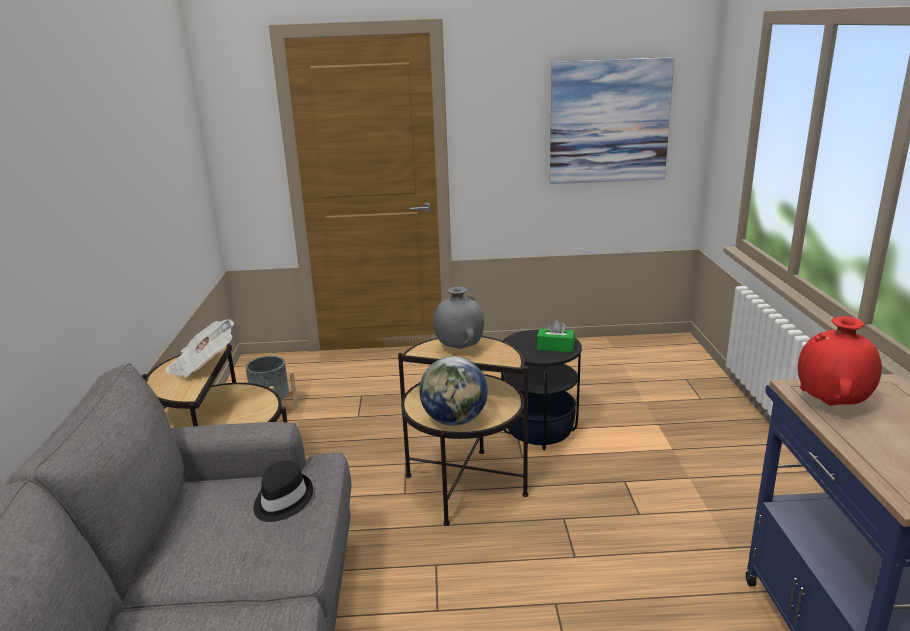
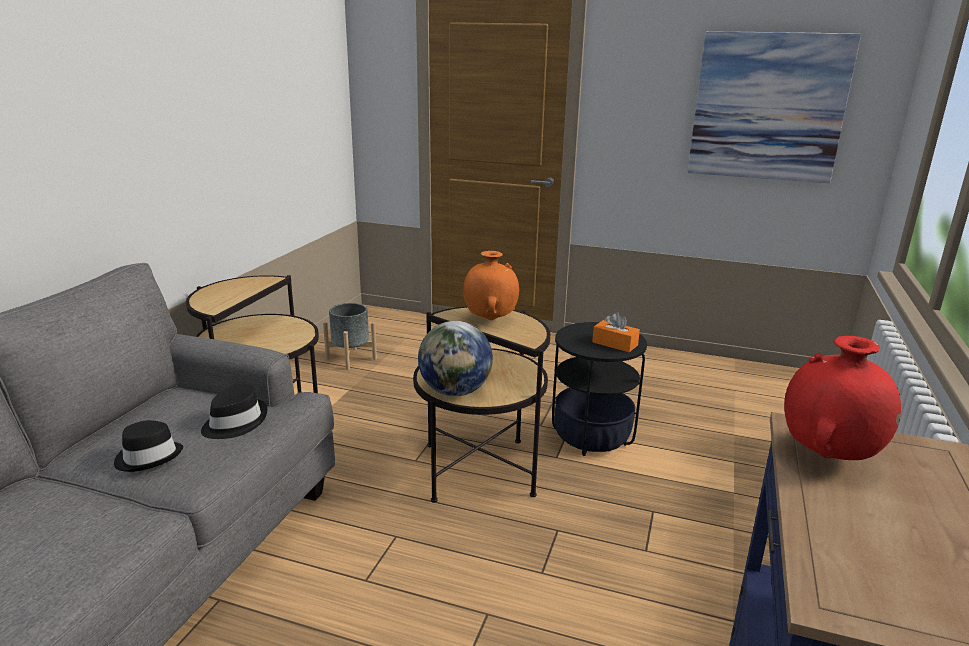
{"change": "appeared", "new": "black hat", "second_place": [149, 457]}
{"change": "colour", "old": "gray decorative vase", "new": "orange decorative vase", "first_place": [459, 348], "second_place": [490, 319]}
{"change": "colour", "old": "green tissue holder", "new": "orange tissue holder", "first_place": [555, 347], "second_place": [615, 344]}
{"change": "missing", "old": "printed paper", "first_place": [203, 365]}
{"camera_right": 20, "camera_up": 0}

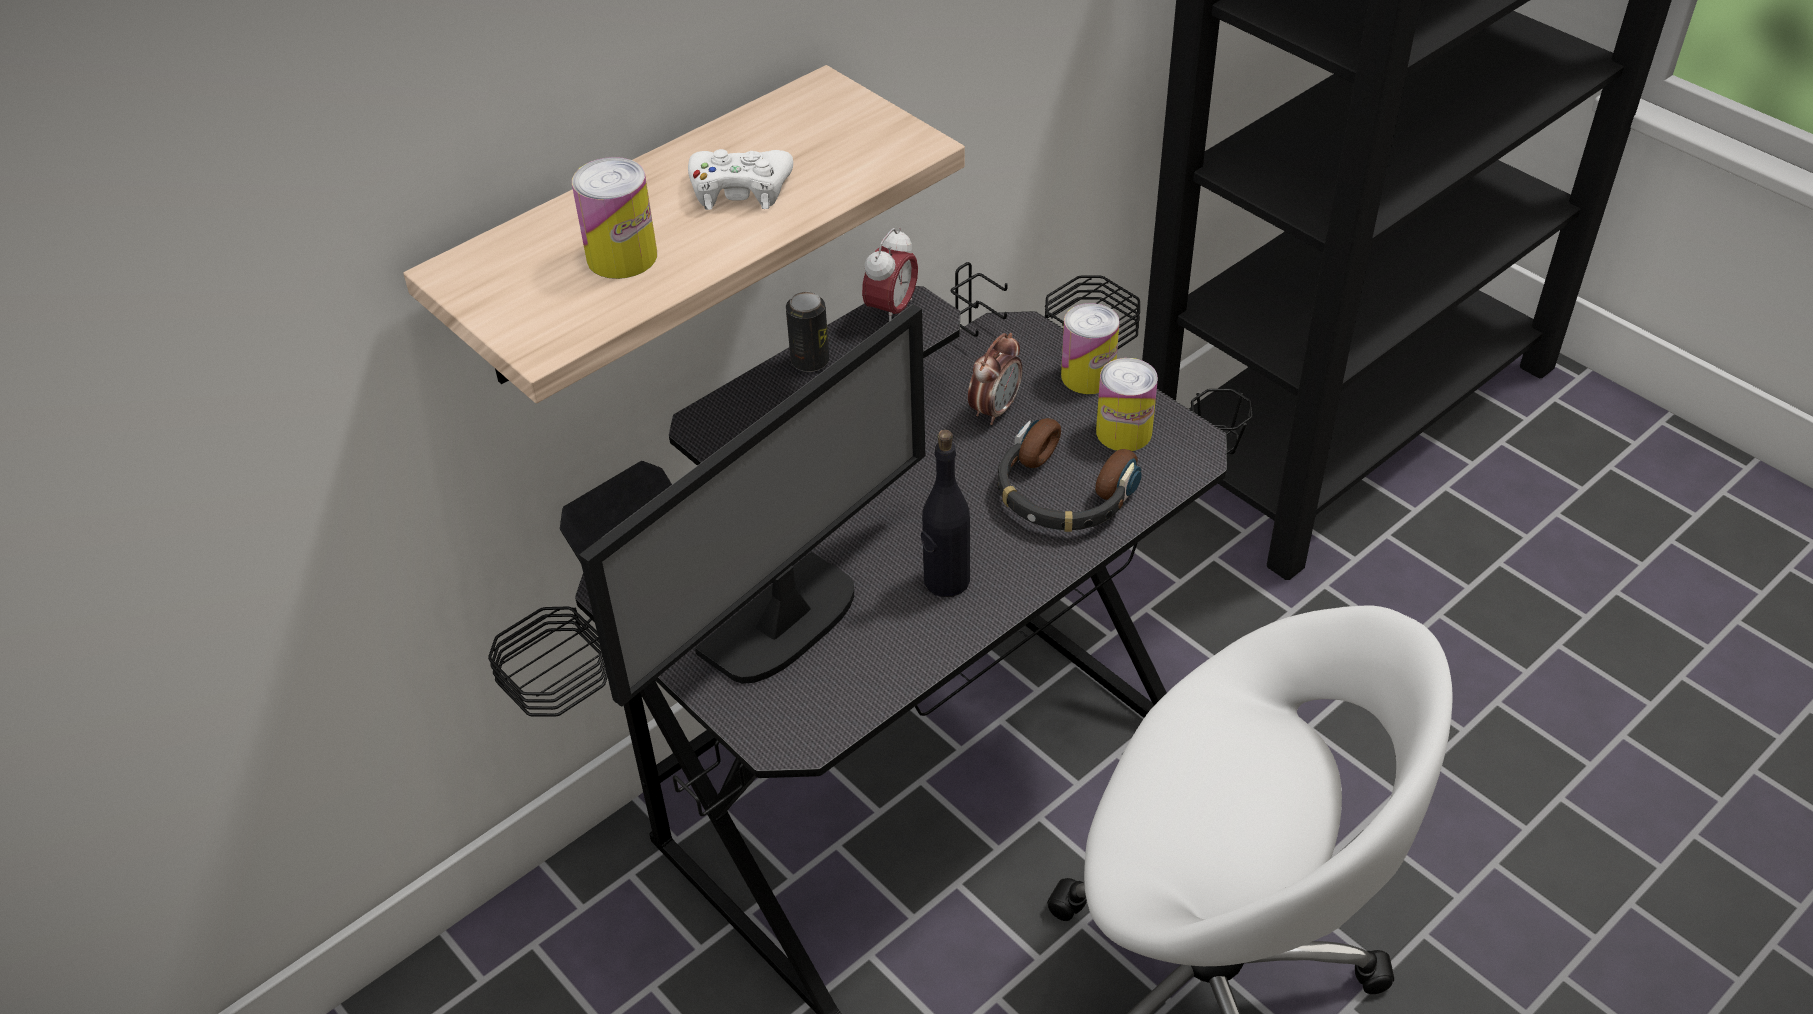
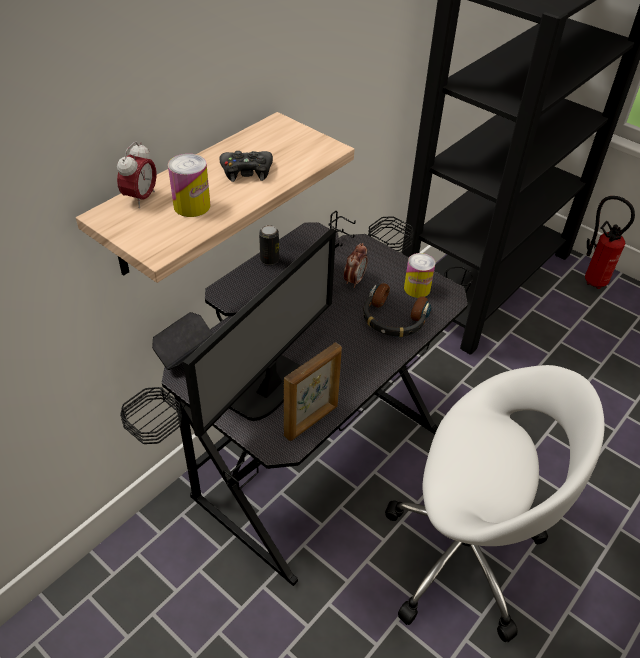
{"change": "relocated", "old": "table clock", "first_place": [891, 310], "second_place": [141, 198]}
{"change": "colour", "old": "white-coloured game controller", "new": "black game controller", "first_place": [740, 190], "second_place": [246, 171]}
{"change": "appeared", "new": "standing frame", "second_place": [312, 421]}
{"change": "appeared", "new": "fire extinguisher", "second_place": [591, 280]}
{"change": "missing", "old": "black drink bottle", "first_place": [946, 581]}
{"change": "missing", "old": "can", "first_place": [1088, 376]}
{"camera_right": -10, "camera_up": 0}

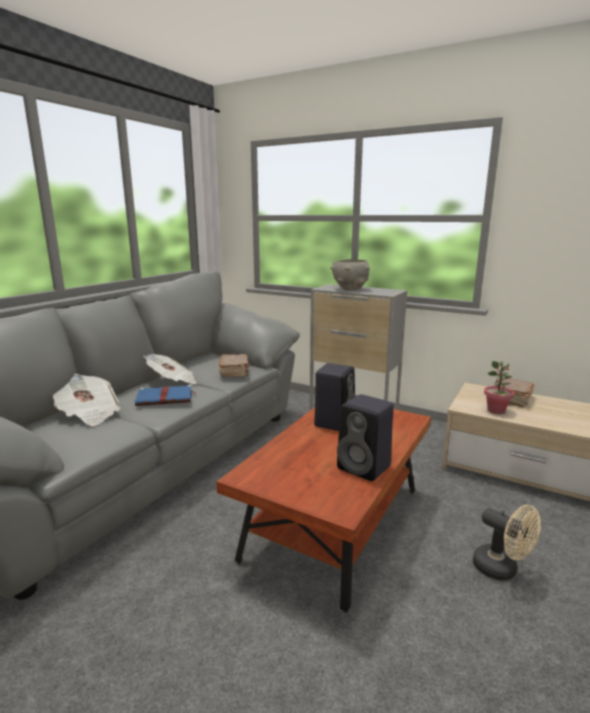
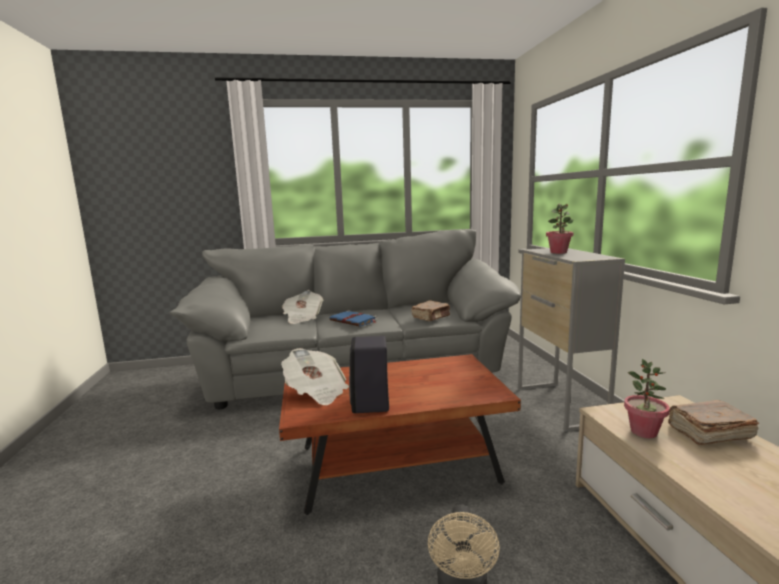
{"change": "relocated", "old": "printed paper", "first_place": [172, 381], "second_place": [316, 392]}
{"change": "exchanged", "old": "gray serving bowl", "new": "houseplant", "first_place": [349, 289], "second_place": [558, 252]}
{"change": "missing", "old": "black loudspeaker", "first_place": [334, 422]}
{"camera_right": 50, "camera_up": -5}

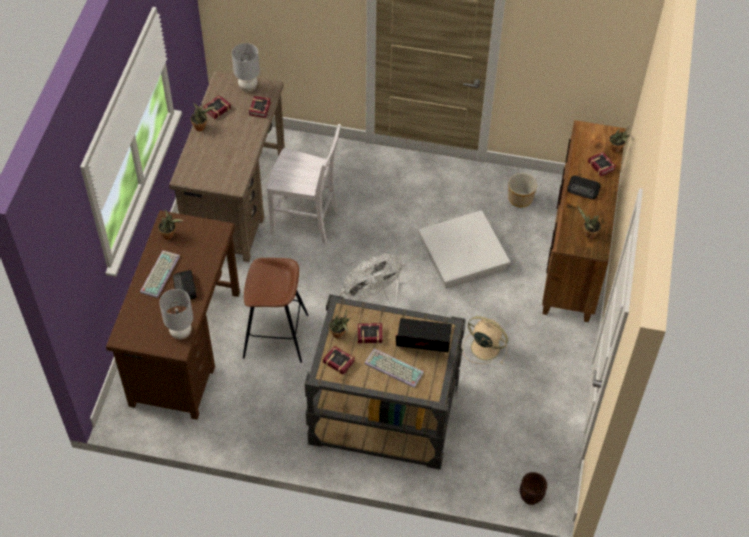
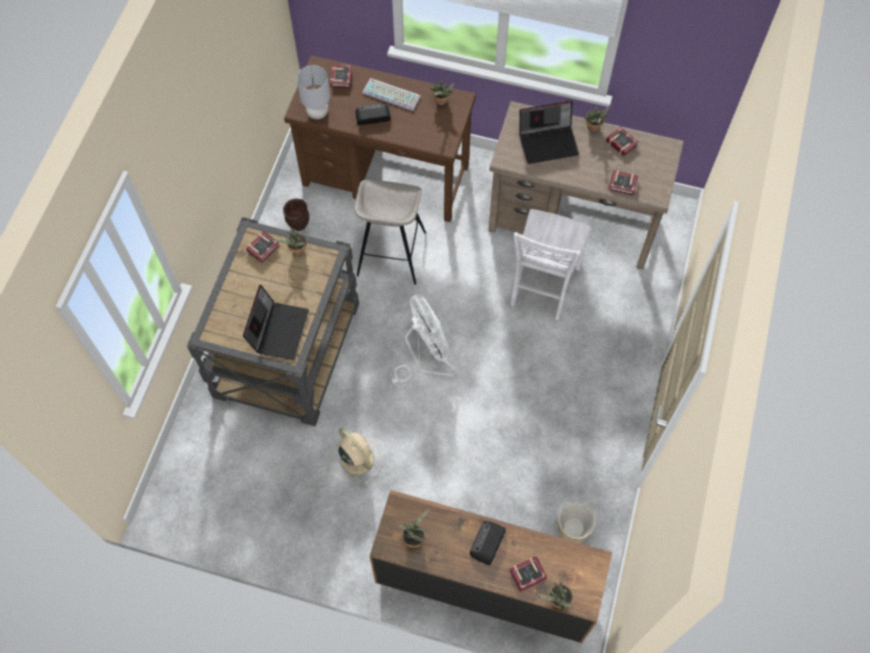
{"change": "relocated", "old": "brownish plant pot", "first_place": [530, 498], "second_place": [298, 224]}
{"change": "relocated", "old": "volume", "first_place": [368, 334], "second_place": [342, 77]}
{"change": "spun", "old": "sand-coloured electric fan", "first_place": [484, 347], "second_place": [356, 458], "degrees": -75}
{"change": "colour", "old": "brownish stool", "new": "gray stool", "first_place": [276, 336], "second_place": [391, 254]}
{"change": "appeared", "new": "laptop", "second_place": [548, 142]}
{"change": "missing", "old": "gray table lamp", "first_place": [248, 87]}
{"change": "missing", "old": "PC keyboard", "first_place": [392, 368]}
{"change": "missing", "old": "white-coloured storage container", "first_place": [463, 254]}
{"camera_right": 95, "camera_up": 10}

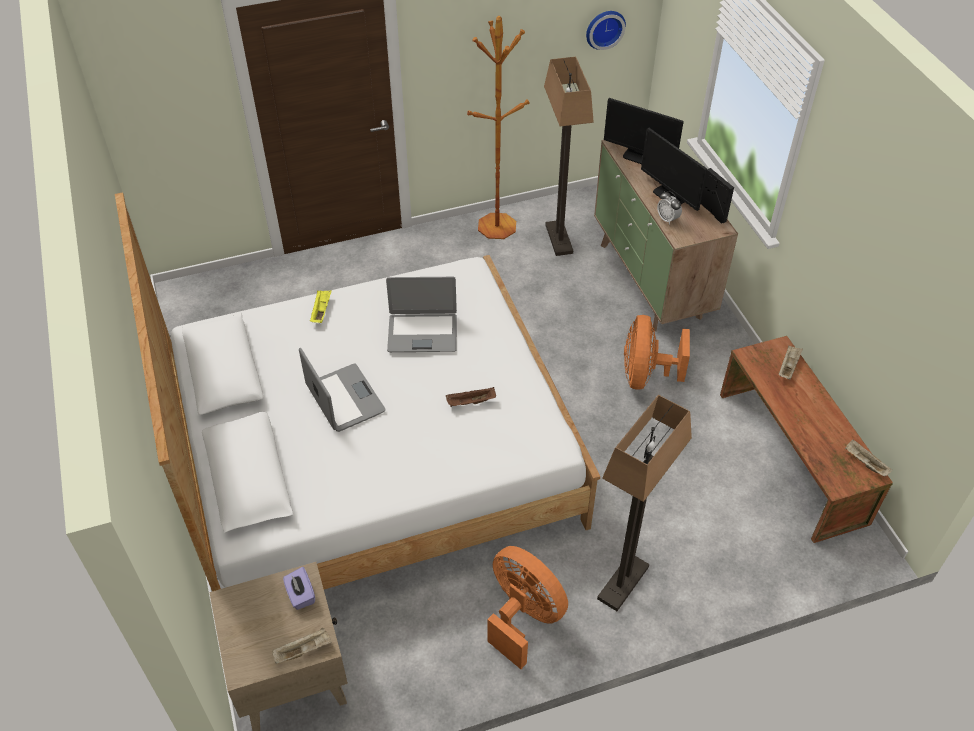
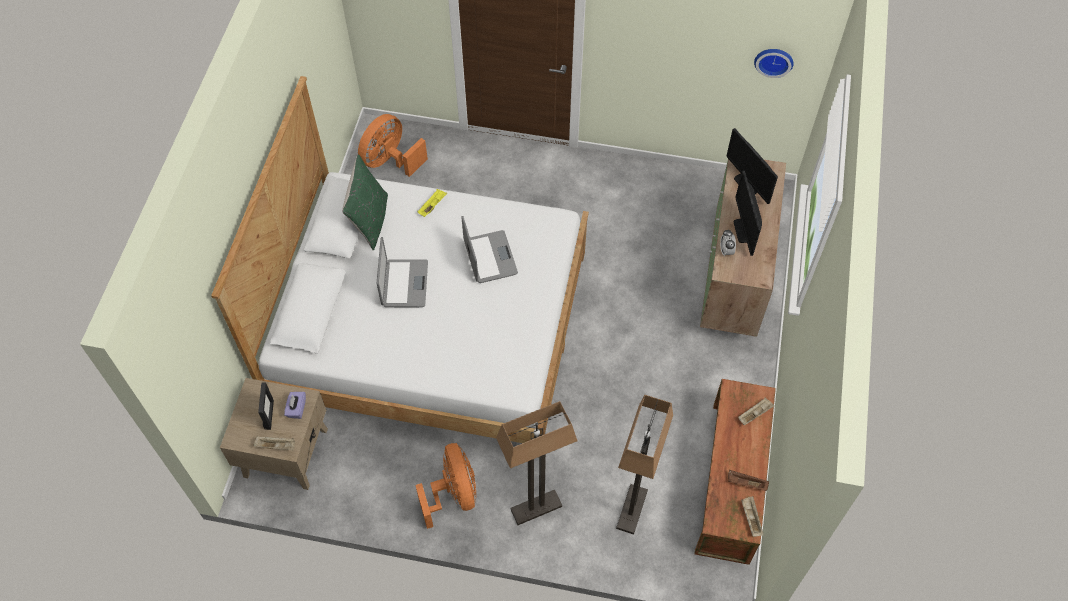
{"change": "relocated", "old": "standing frame", "first_place": [712, 212], "second_place": [269, 415]}
{"change": "appeared", "new": "green cushion", "second_place": [369, 220]}
{"change": "relocated", "old": "orange electric fan", "first_place": [645, 375], "second_place": [390, 161]}
{"change": "spun", "old": "laptop", "first_place": [422, 333], "second_place": [489, 257], "degrees": -135}
{"change": "relocated", "old": "floor lamp", "first_place": [559, 239], "second_place": [632, 510]}
{"change": "relocated", "old": "brownish carrying tray", "first_place": [470, 402], "second_place": [746, 483]}
{"change": "missing", "old": "orange garment rack", "first_place": [497, 226]}
{"camera_right": 30, "camera_up": 10}

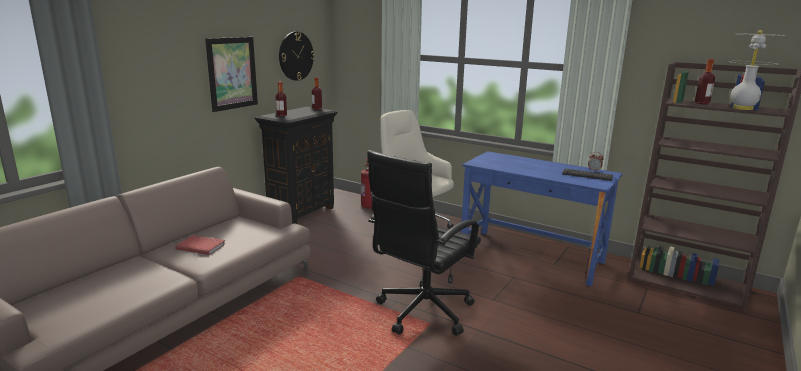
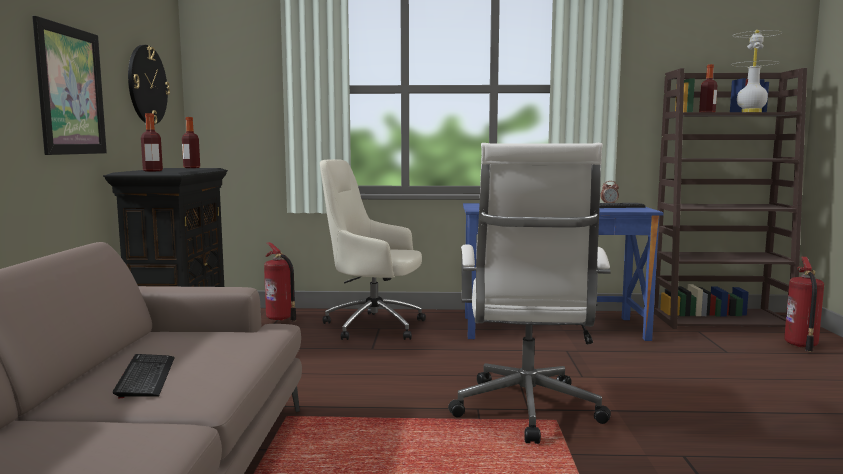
{"change": "exchanged", "old": "reddish volume", "new": "PC keyboard", "first_place": [201, 246], "second_place": [146, 377]}
{"change": "colour", "old": "black desk chair", "new": "white-coloured desk chair", "first_place": [422, 313], "second_place": [527, 412]}
{"change": "appeared", "new": "fire extinguisher", "second_place": [801, 345]}
{"camera_right": -30, "camera_up": -10}

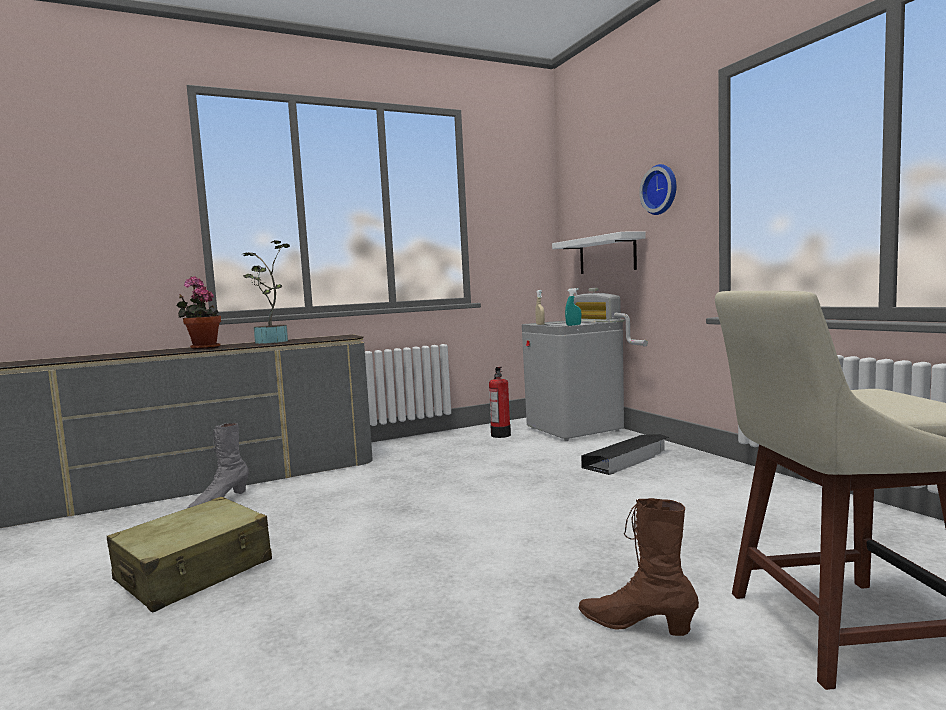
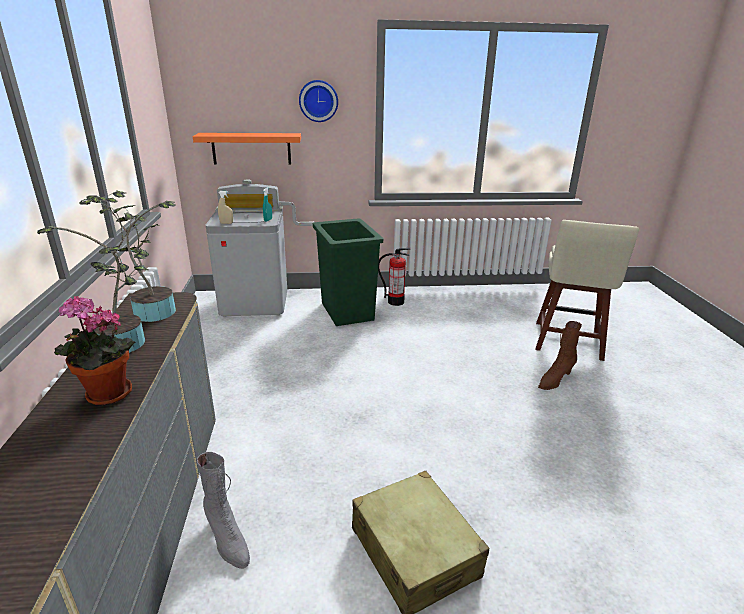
{"change": "appeared", "new": "houseplant", "second_place": [153, 310]}
{"change": "colour", "old": "white-coloured wall shelf", "new": "orange wall shelf", "first_place": [607, 254], "second_place": [251, 148]}
{"change": "exchanged", "old": "black storage container", "new": "green waste bin", "first_place": [627, 460], "second_place": [347, 311]}
{"change": "relocated", "old": "fire extinguisher", "first_place": [501, 435], "second_place": [395, 302]}
{"camera_right": -70, "camera_up": 20}

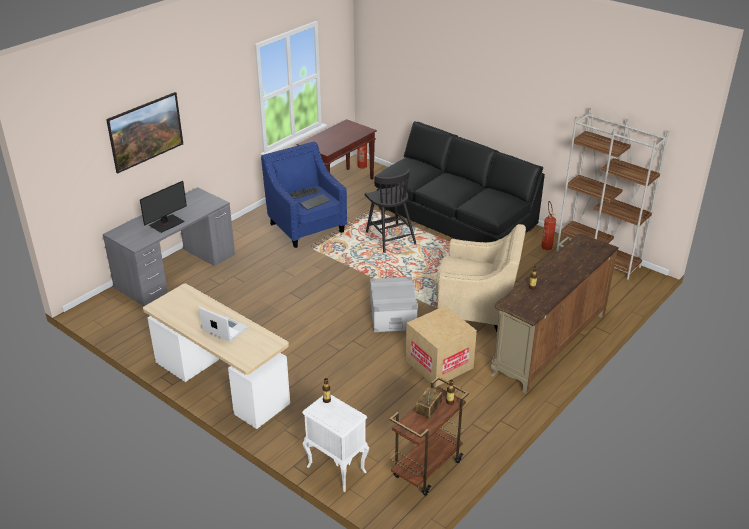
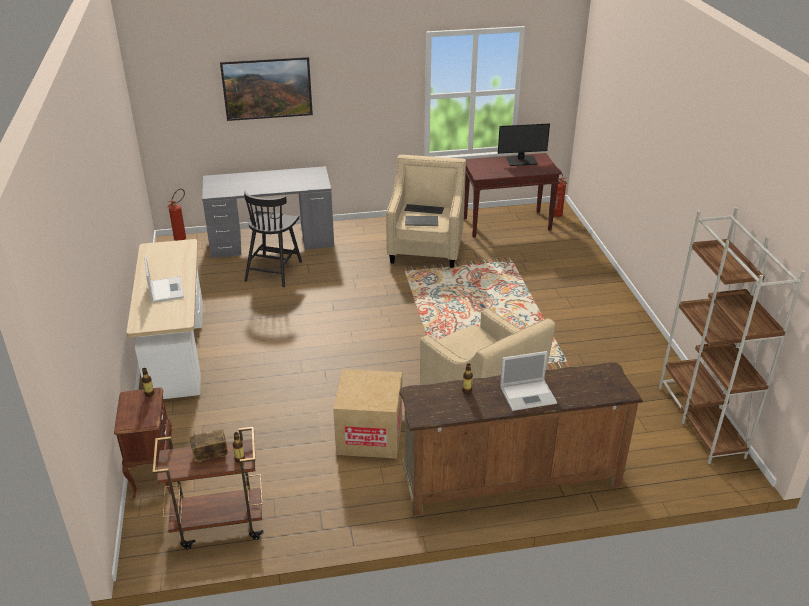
{"change": "colour", "old": "white-coloured night table", "new": "brownish night table", "first_place": [336, 469], "second_place": [154, 474]}
{"change": "relocated", "old": "fire extinguisher", "first_place": [546, 246], "second_place": [182, 237]}
{"change": "relocated", "old": "black upright chair", "first_place": [390, 237], "second_place": [274, 270]}
{"change": "colour", "old": "blue-coloured armchair", "new": "sand-coloured armchair", "first_place": [306, 227], "second_place": [426, 249]}
{"change": "relocated", "old": "computer screen", "first_place": [166, 224], "second_place": [521, 161]}
{"change": "appeared", "new": "laptop", "second_place": [529, 395]}
{"change": "missing", "old": "gray storage container", "first_place": [392, 315]}
{"change": "missing", "old": "black couch", "first_place": [454, 218]}
{"camera_right": 40, "camera_up": 0}

